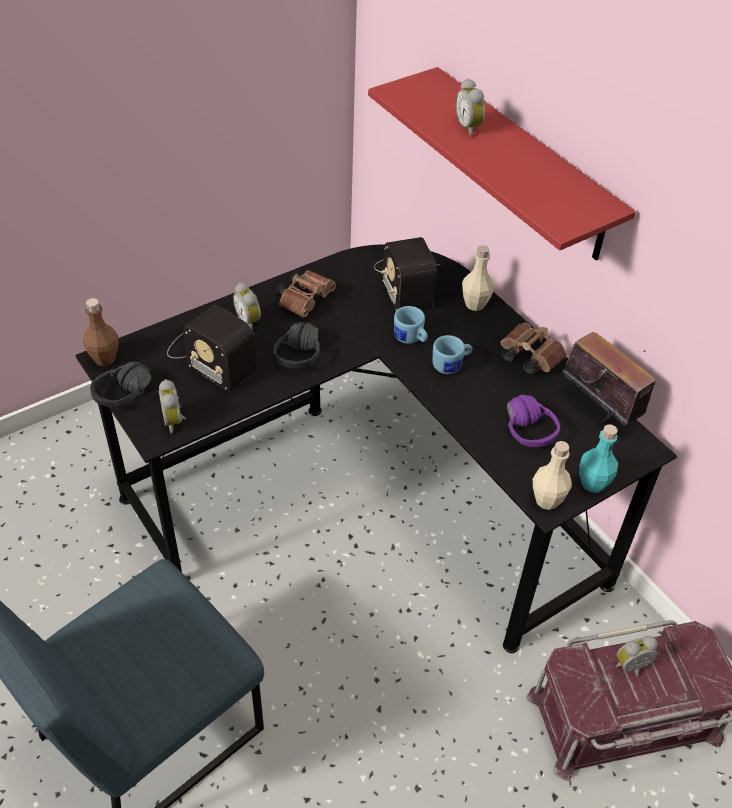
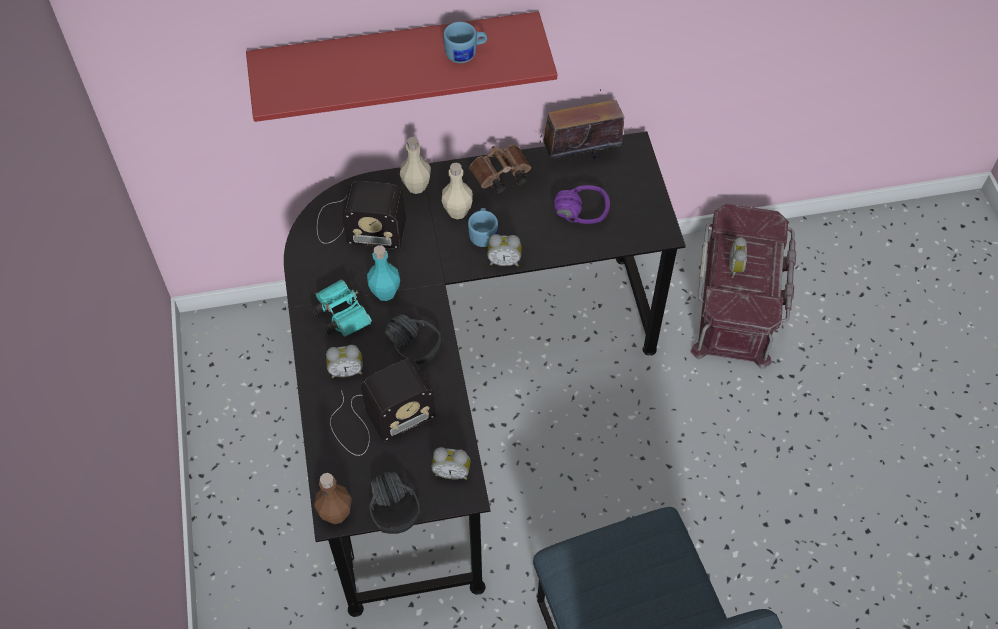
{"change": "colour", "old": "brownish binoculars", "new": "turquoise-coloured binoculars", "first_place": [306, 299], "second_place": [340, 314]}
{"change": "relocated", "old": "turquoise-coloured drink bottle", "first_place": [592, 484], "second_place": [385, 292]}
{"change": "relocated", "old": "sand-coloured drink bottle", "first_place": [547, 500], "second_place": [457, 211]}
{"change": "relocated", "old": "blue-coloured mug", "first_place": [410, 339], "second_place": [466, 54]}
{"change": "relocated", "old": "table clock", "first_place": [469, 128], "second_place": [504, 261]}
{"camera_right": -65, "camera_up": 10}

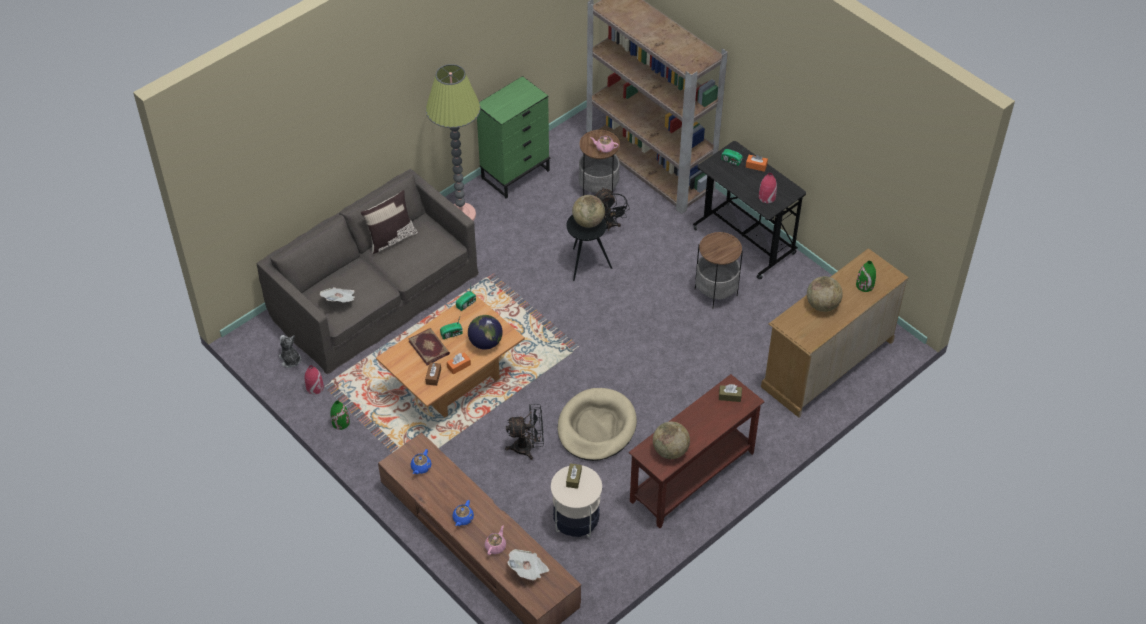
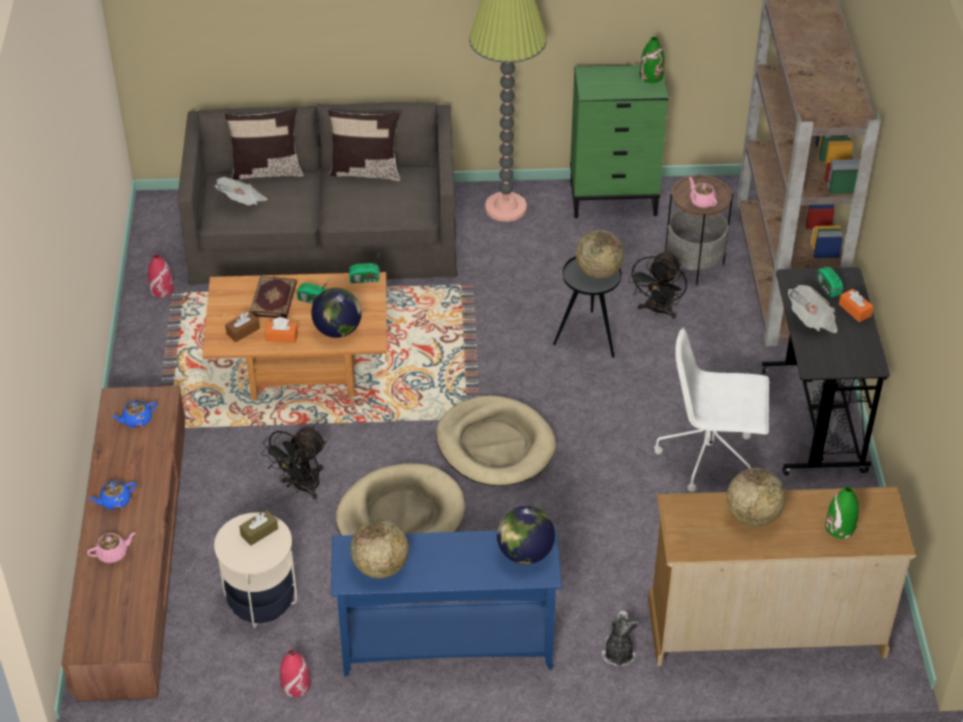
{"change": "appeared", "new": "cushion", "second_place": [267, 171]}
{"change": "spun", "old": "black electric fan", "first_place": [528, 447], "second_place": [301, 487], "degrees": 90}
{"change": "relocated", "old": "reddish decorative vase", "first_place": [766, 197], "second_place": [295, 685]}
{"change": "colour", "old": "brownish console table", "new": "blue-coloured console table", "first_place": [692, 477], "second_place": [446, 645]}
{"change": "appeared", "new": "sand-coloured dog bed", "second_place": [495, 445]}
{"change": "exchanged", "old": "brownish tissue holder", "new": "world globe", "first_place": [730, 396], "second_place": [524, 553]}
{"change": "relocated", "old": "plush toy", "first_place": [290, 360], "second_place": [618, 653]}
{"change": "relocated", "old": "green decorative vase", "first_place": [340, 422], "second_place": [651, 76]}
{"change": "exchanged", "old": "side table", "new": "white-coloured desk chair", "first_place": [716, 292], "second_place": [711, 457]}
{"change": "relocated", "old": "printed paper", "first_place": [528, 570], "second_place": [812, 320]}
{"camera_right": 40, "camera_up": -5}

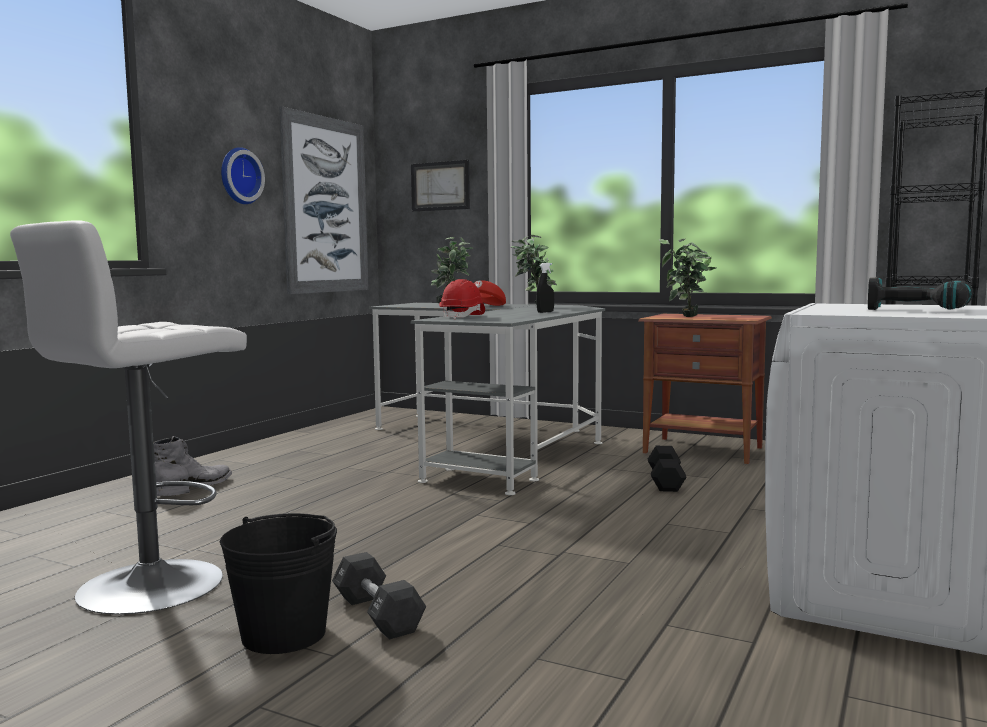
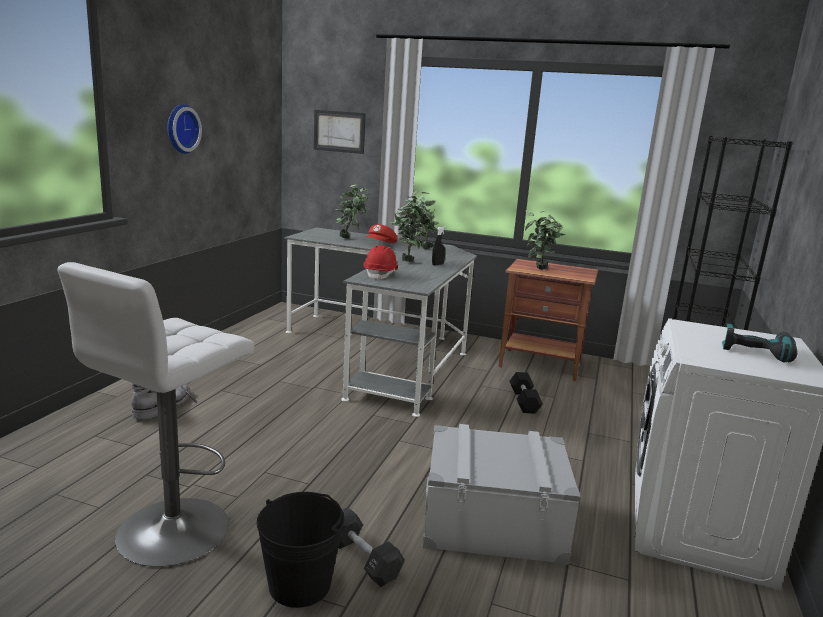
{"change": "appeared", "new": "houseplant", "second_place": [409, 260]}
{"change": "appeared", "new": "gray storage container", "second_place": [493, 520]}
{"change": "missing", "old": "wall picture", "first_place": [326, 205]}
{"camera_right": -10, "camera_up": 10}

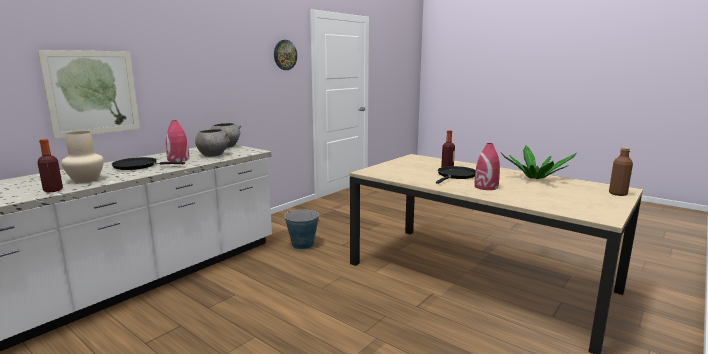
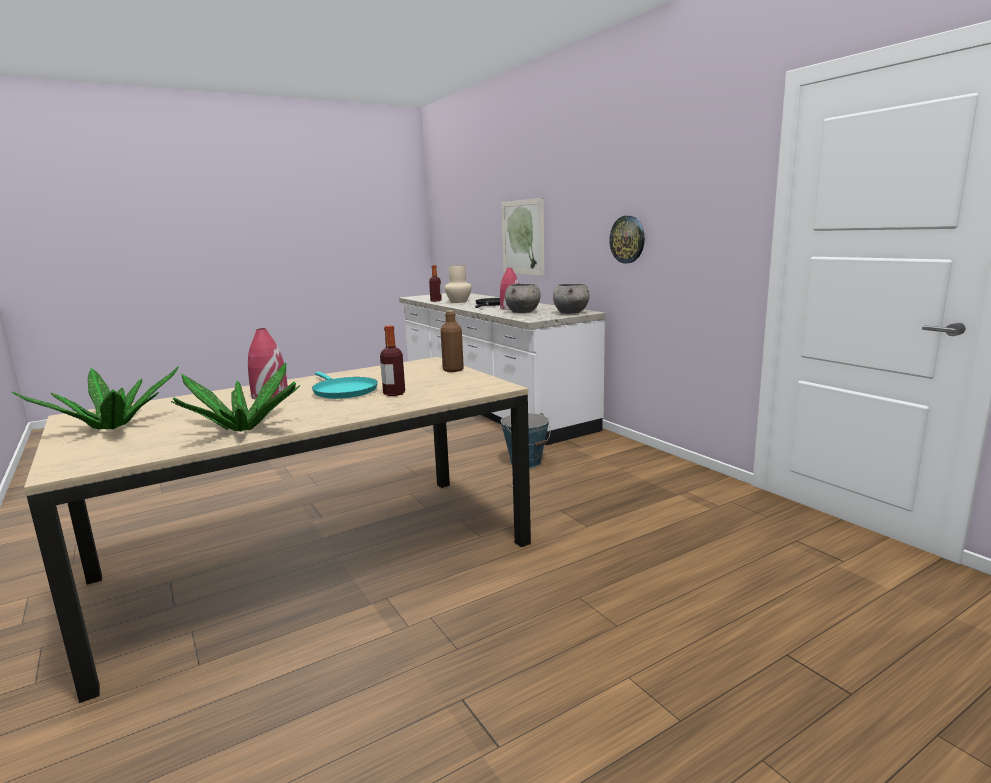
{"change": "appeared", "new": "houseplant", "second_place": [111, 427]}
{"change": "colour", "old": "black skillet", "new": "turquoise-coloured skillet", "first_place": [455, 176], "second_place": [343, 391]}
{"change": "relocated", "old": "brownish drink bottle", "first_place": [617, 193], "second_place": [453, 370]}
{"change": "relocated", "old": "clock on the wall", "first_place": [285, 55], "second_place": [627, 239]}
{"camera_right": 110, "camera_up": 0}

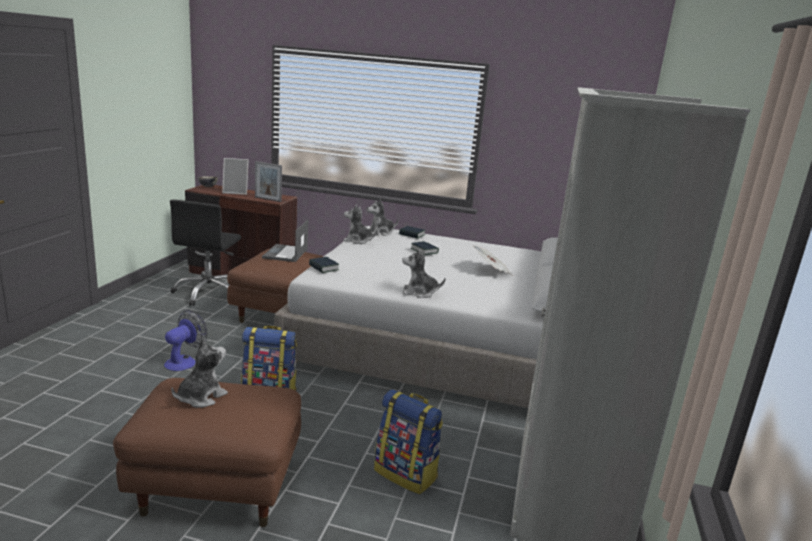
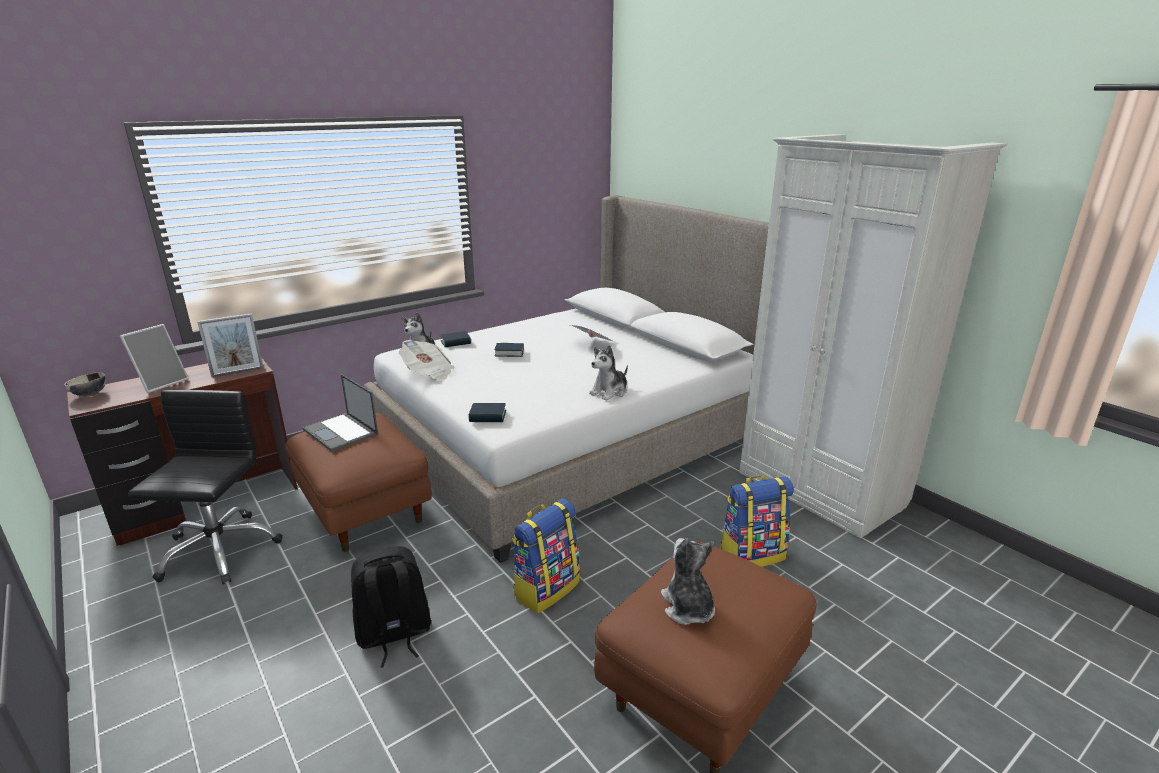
{"change": "spun", "old": "black desk chair", "first_place": [208, 293], "second_place": [219, 550], "degrees": -135}
{"change": "exchanged", "old": "electric fan", "new": "black knapsack", "first_place": [184, 361], "second_place": [394, 635]}
{"change": "exchanged", "old": "plush toy", "new": "printed paper", "first_place": [358, 241], "second_place": [428, 373]}
{"camera_right": -50, "camera_up": 5}

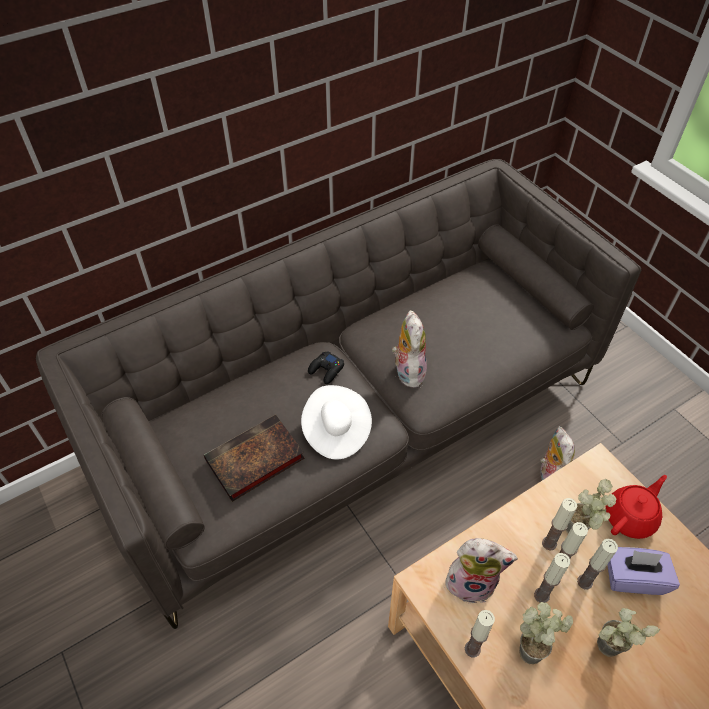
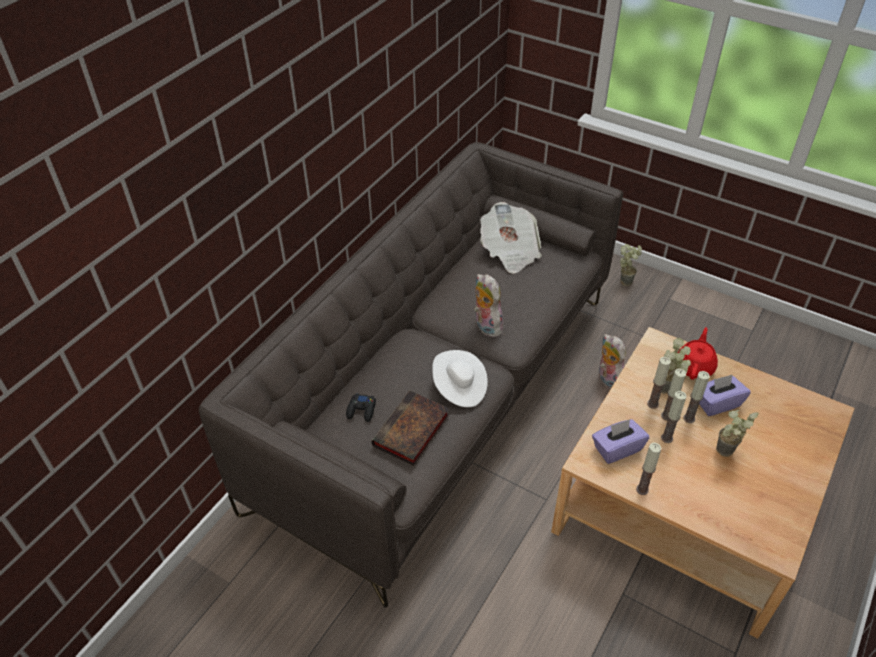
{"change": "relocated", "old": "black game controller", "first_place": [326, 370], "second_place": [362, 410]}
{"change": "appeared", "new": "printed paper", "second_place": [510, 251]}
{"change": "exchanged", "old": "plush toy", "new": "purple tissue holder", "first_place": [472, 581], "second_place": [617, 449]}
{"change": "relocated", "old": "houseplant", "first_place": [533, 647], "second_place": [626, 280]}
{"camera_right": -25, "camera_up": -5}

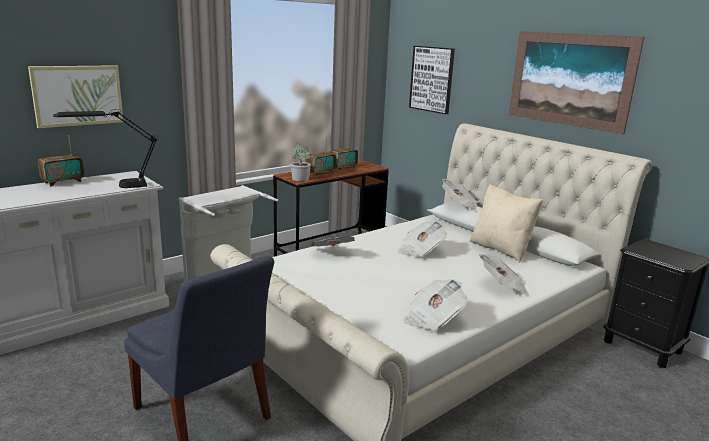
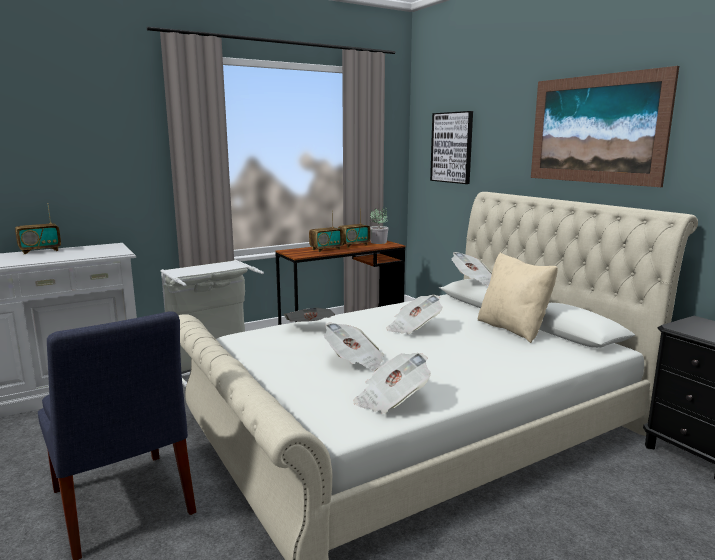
{"change": "relocated", "old": "printed paper", "first_place": [502, 287], "second_place": [355, 362]}
{"change": "relocated", "old": "houseplant", "first_place": [300, 179], "second_place": [378, 242]}
{"change": "missing", "old": "wall picture", "first_place": [77, 95]}
{"change": "missing", "old": "black table lamp", "first_place": [114, 186]}
{"camera_right": 10, "camera_up": -5}

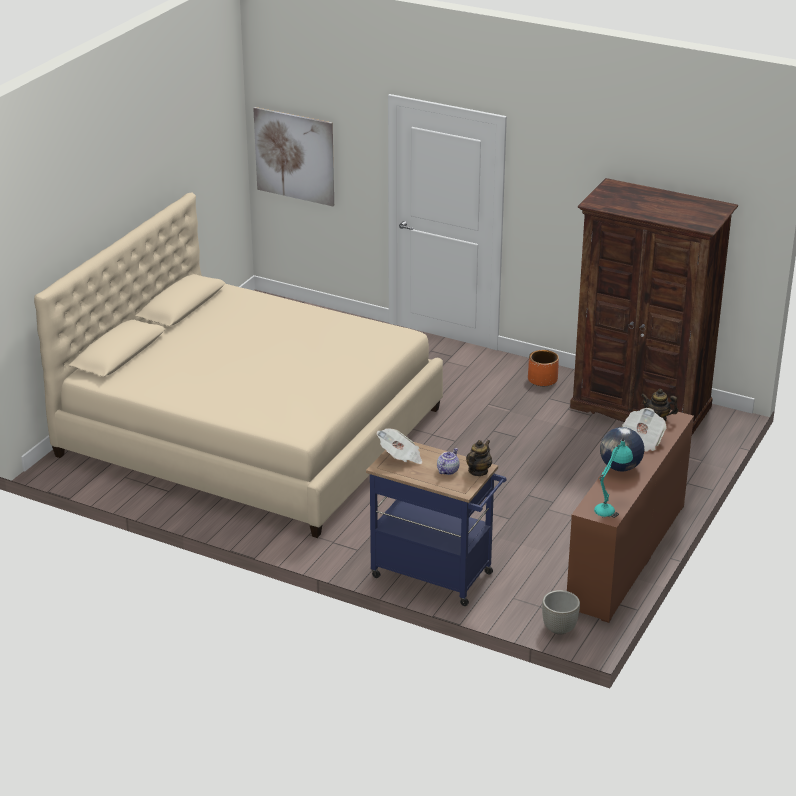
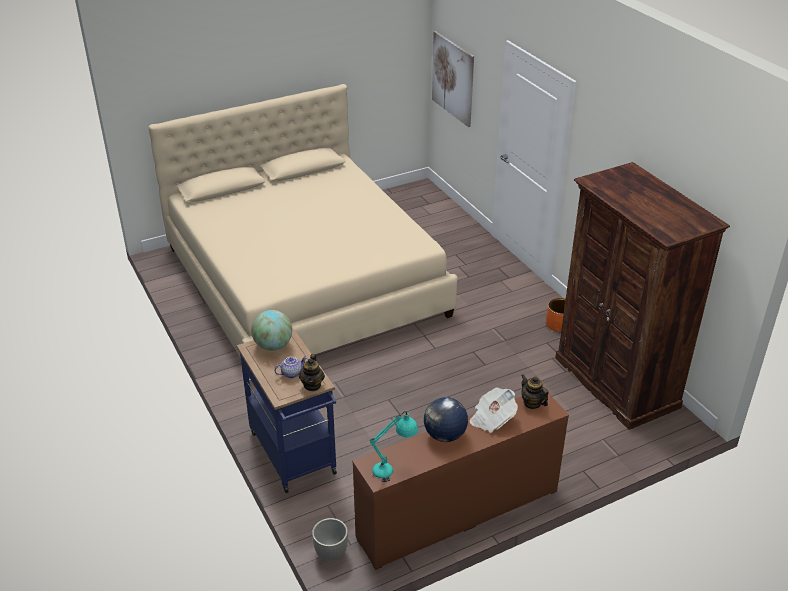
{"change": "exchanged", "old": "printed paper", "new": "world globe", "first_place": [400, 457], "second_place": [273, 345]}
{"change": "spun", "old": "teapot", "first_place": [478, 471], "second_place": [312, 385], "degrees": 120}
{"camera_right": 35, "camera_up": 5}

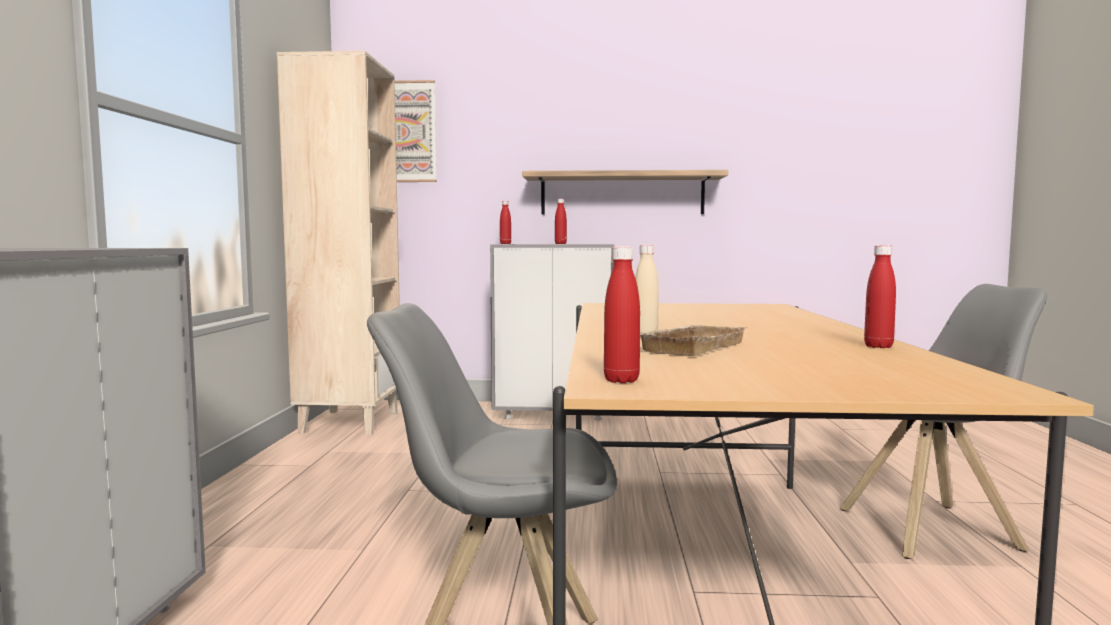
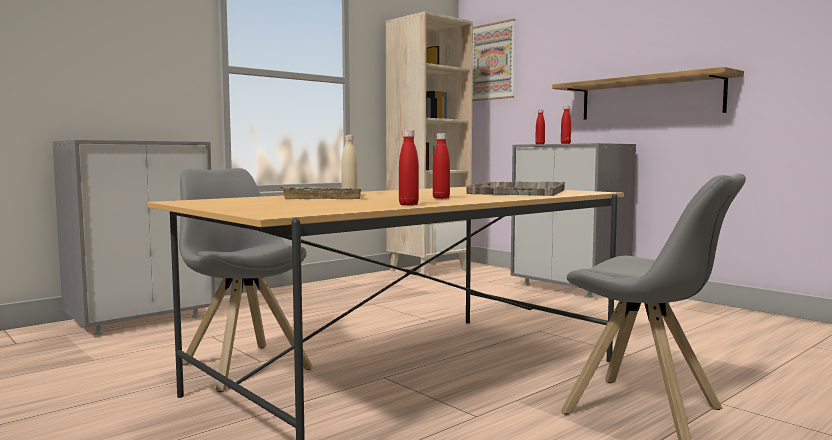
{"change": "relocated", "old": "reddish drink bottle", "first_place": [621, 380], "second_place": [441, 198]}
{"change": "appeared", "new": "gray carrying tray", "second_place": [518, 192]}
{"camera_right": 45, "camera_up": 0}

